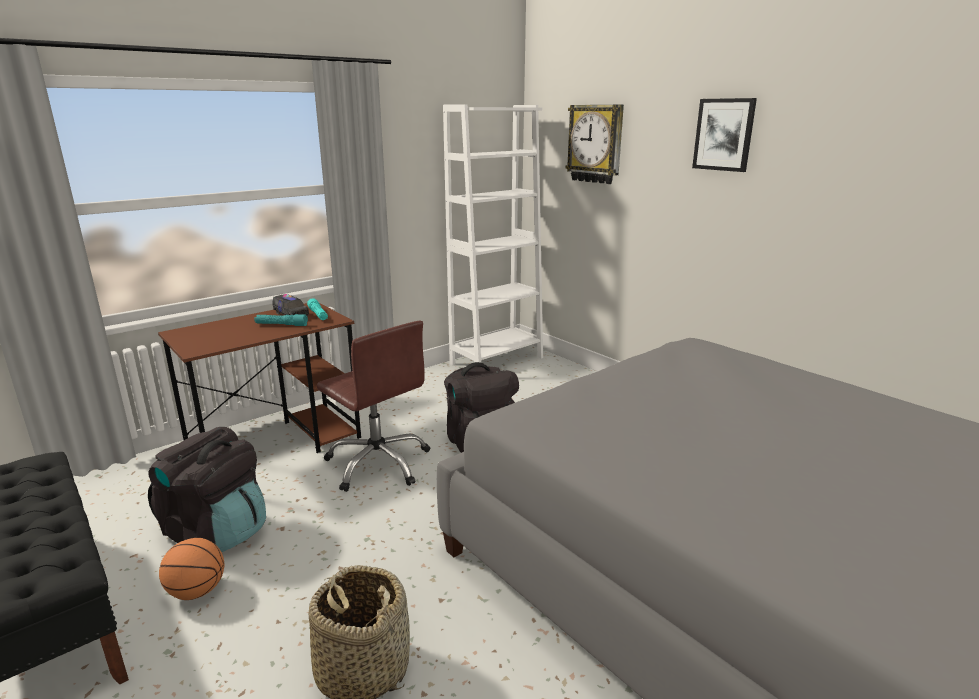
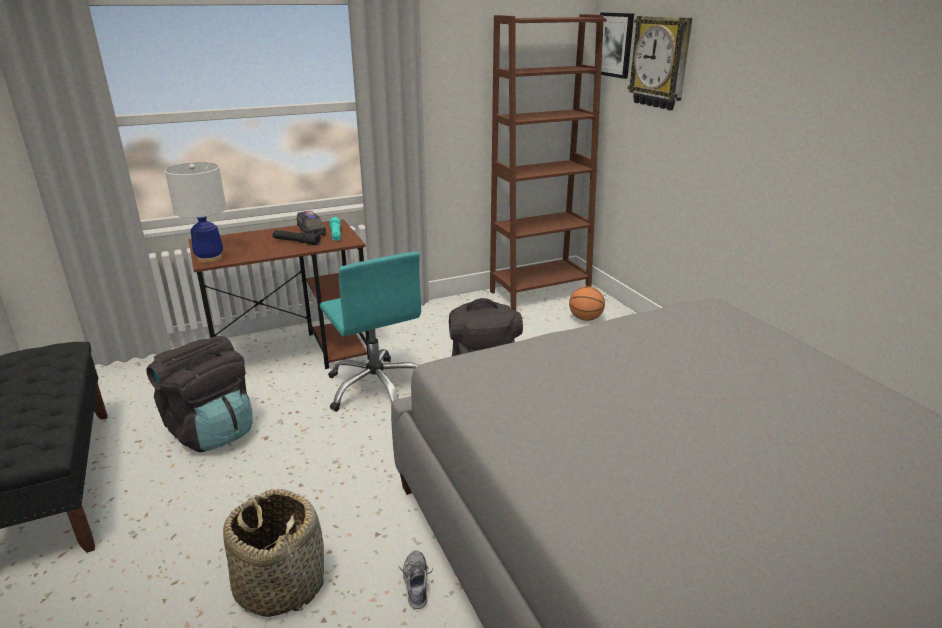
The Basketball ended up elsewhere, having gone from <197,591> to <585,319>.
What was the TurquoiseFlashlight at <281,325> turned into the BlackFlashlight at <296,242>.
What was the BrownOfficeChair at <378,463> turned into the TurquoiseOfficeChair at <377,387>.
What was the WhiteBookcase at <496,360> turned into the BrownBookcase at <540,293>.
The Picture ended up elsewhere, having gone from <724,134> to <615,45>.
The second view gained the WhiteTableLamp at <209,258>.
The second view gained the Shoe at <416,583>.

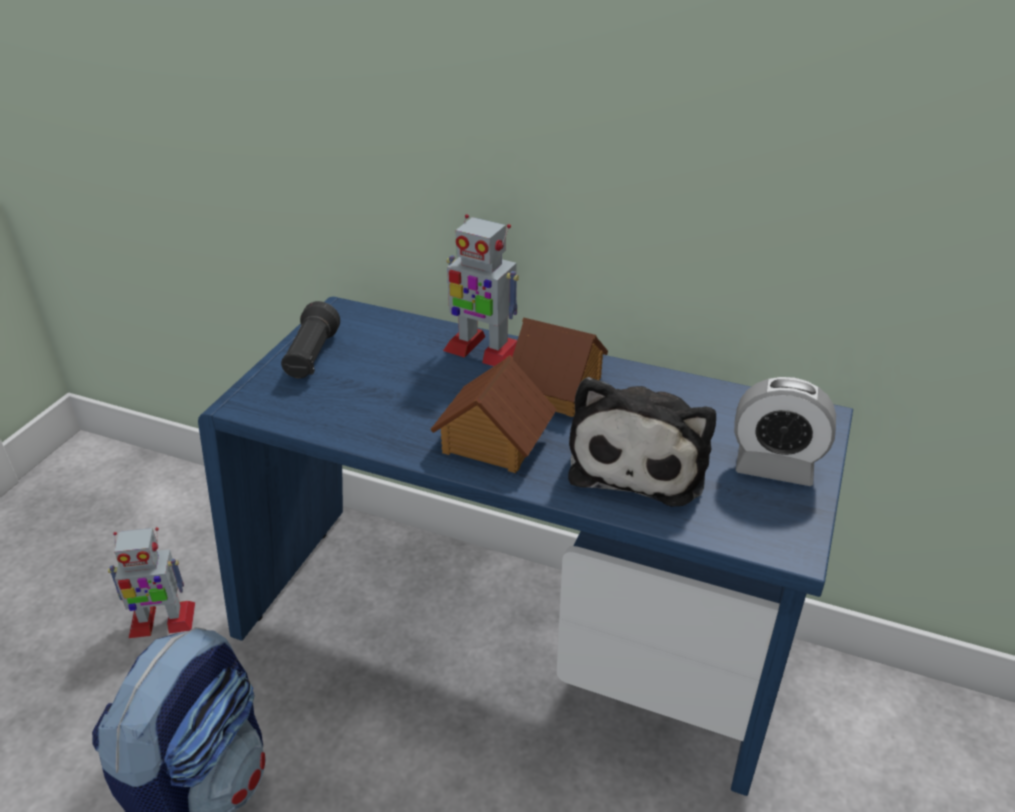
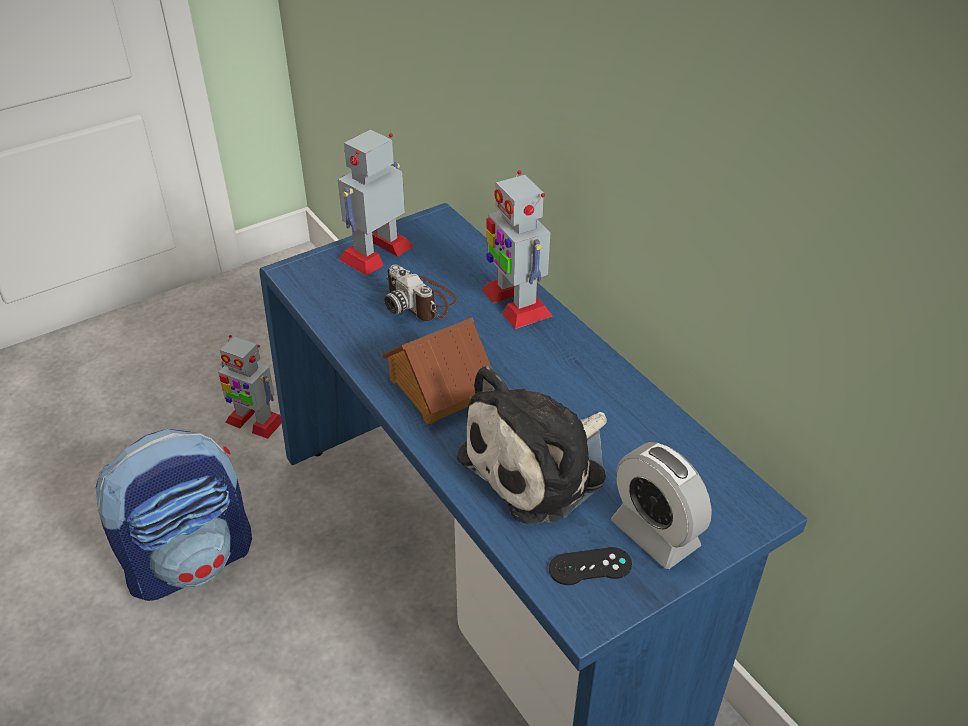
Where the BlackFlashlight stood at <311,357>, the ToyRobot came to stand at <376,252>.
The second view lost the ToyHouse at <557,388>.
The second view gained the PhotoCamera at <421,301>.
The second view gained the BlackGameController at <590,566>.

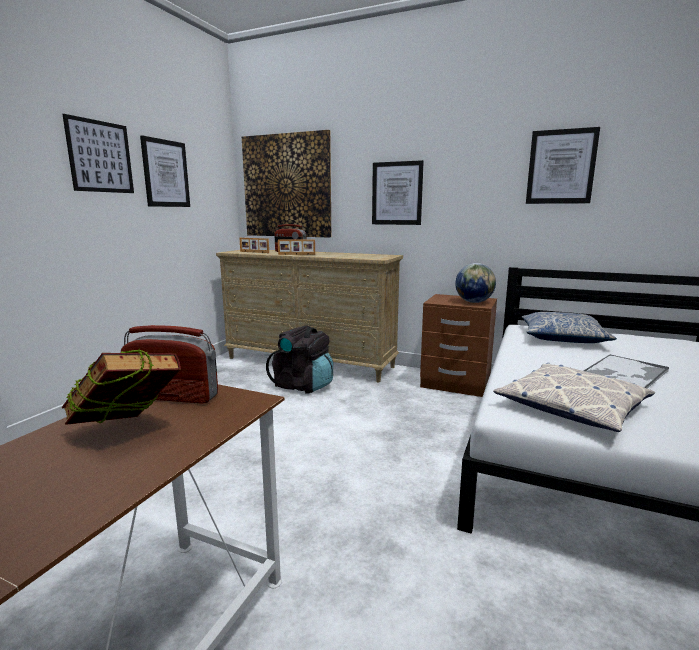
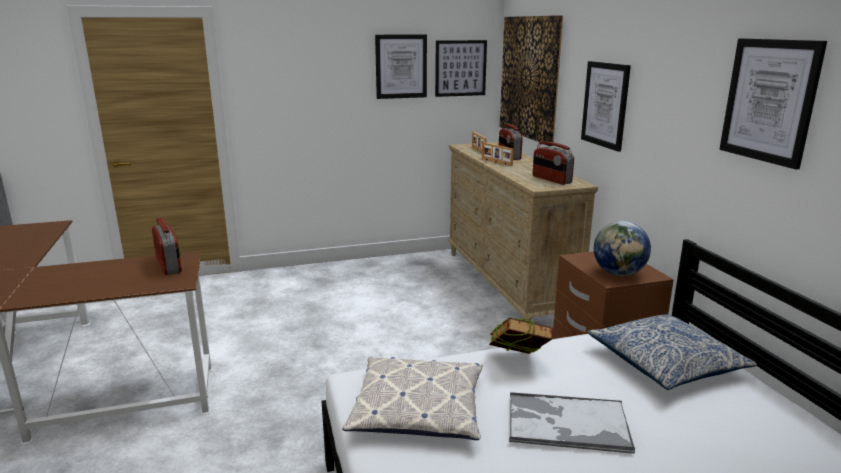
The Picture ended up elsewhere, having gone from <100,157> to <460,68>.
The Book ended up elsewhere, having gone from <128,432> to <518,362>.
The second view lost the BlackBackpack at <303,386>.
The second view gained the Radio at <551,180>.

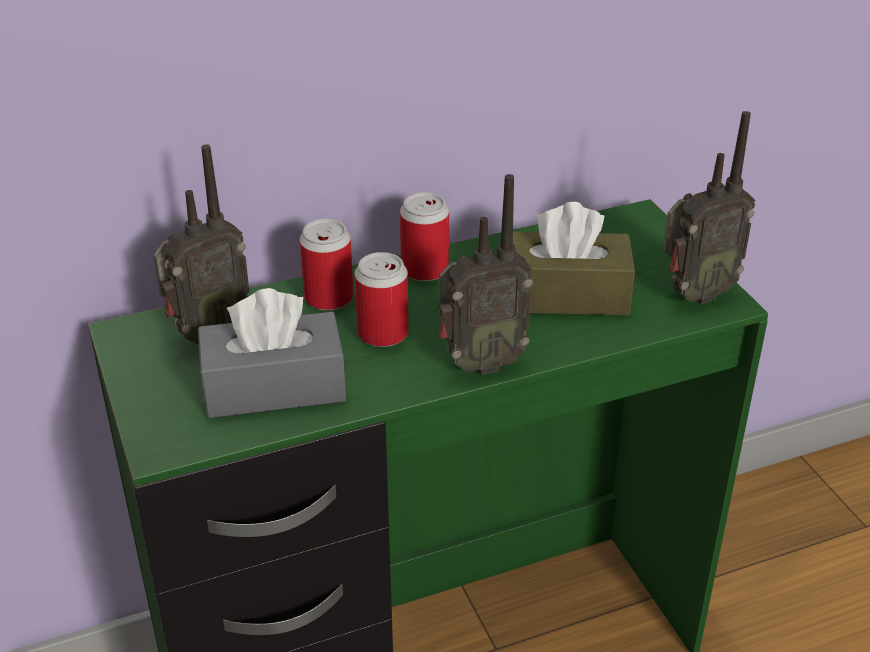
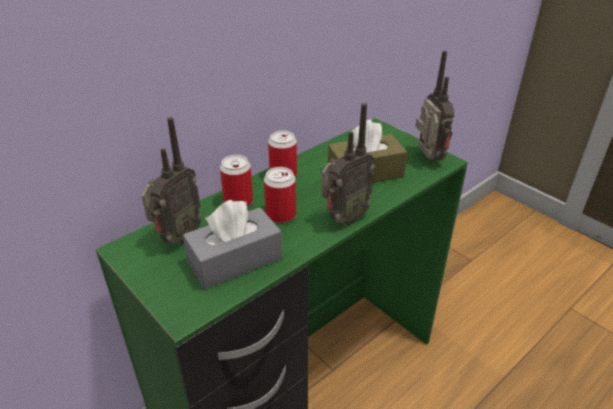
The Radio at <694,294> ended up facing another way, 60 degrees counterclockwise from before.

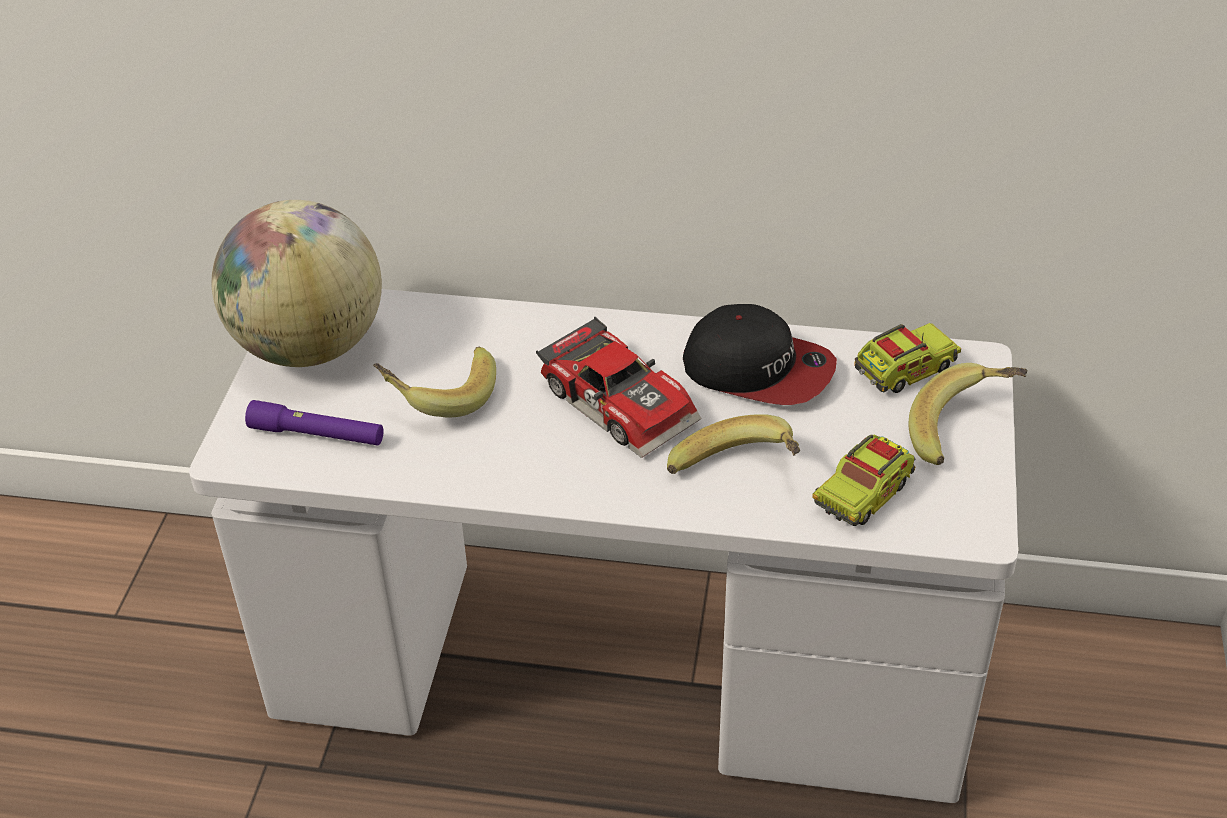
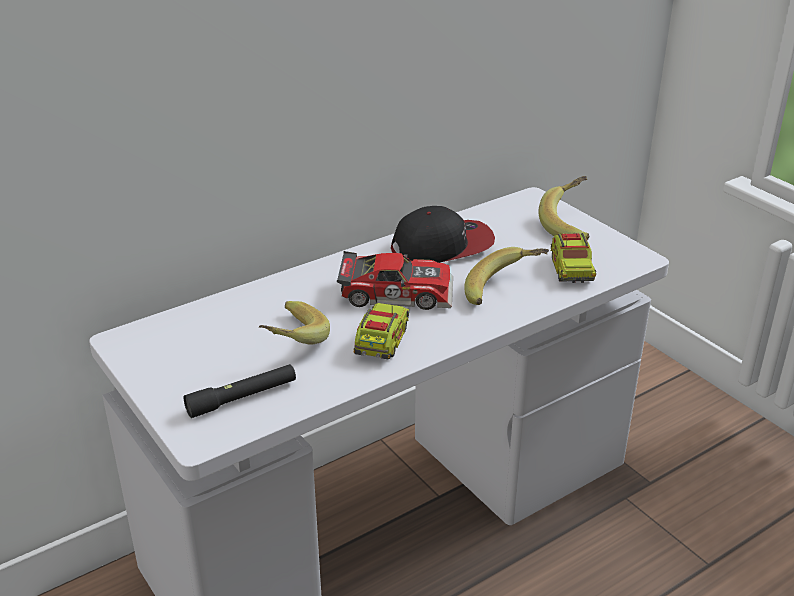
The second view lost the Globe at <309,346>.
What was the PurpleFlashlight at <317,434> turned into the BlackFlashlight at <242,398>.
The ToyTruck ended up elsewhere, having gone from <904,370> to <381,342>.

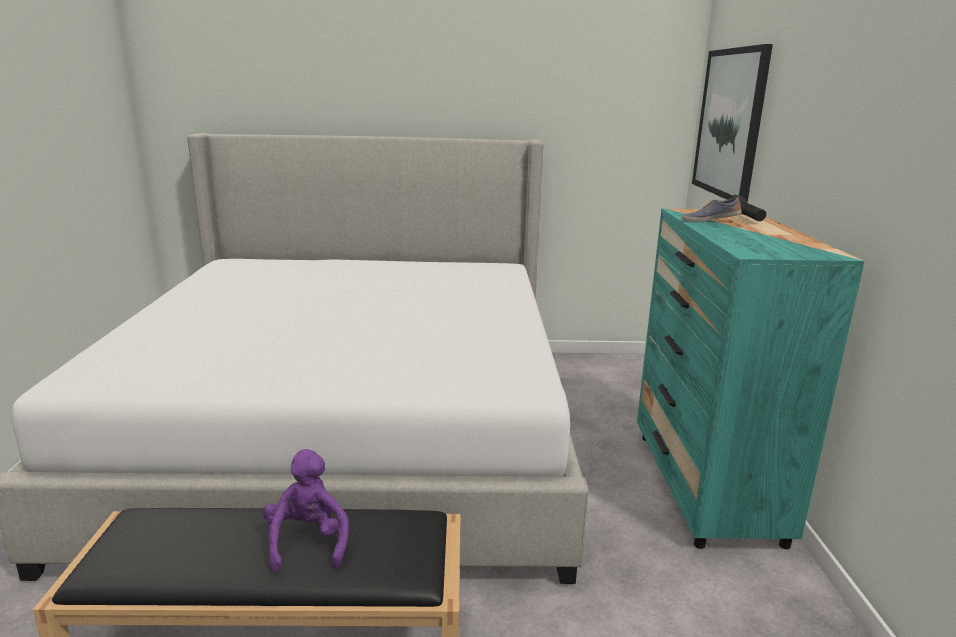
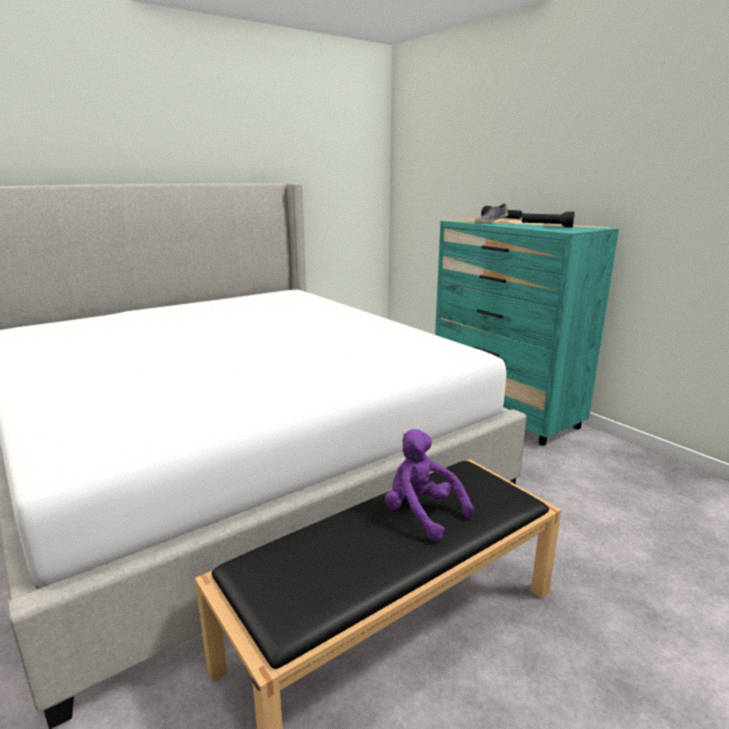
The second view lost the Picture at <730,123>.
The second view gained the BlackFlashlight at <546,226>.

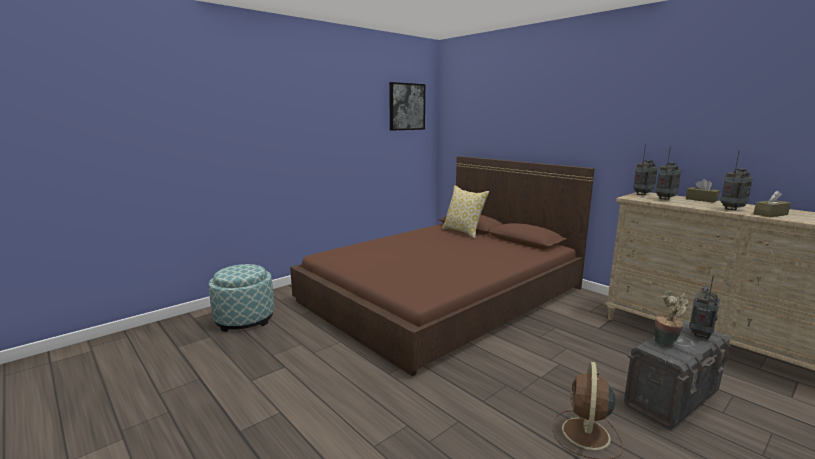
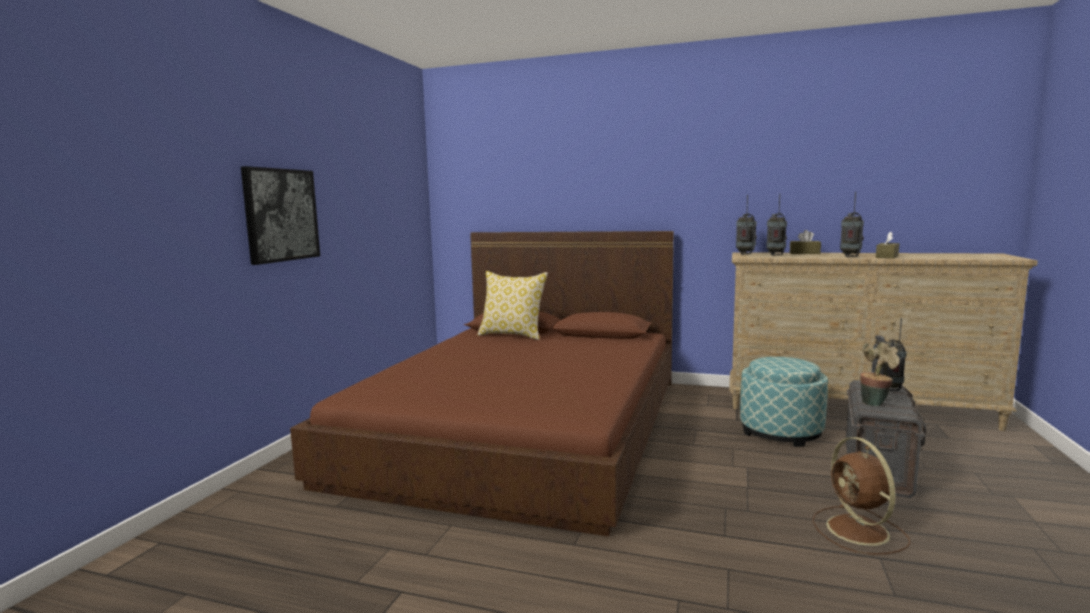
The Ottoman ended up elsewhere, having gone from <245,319> to <781,431>.
The Picture ended up elsewhere, having gone from <406,106> to <281,215>.

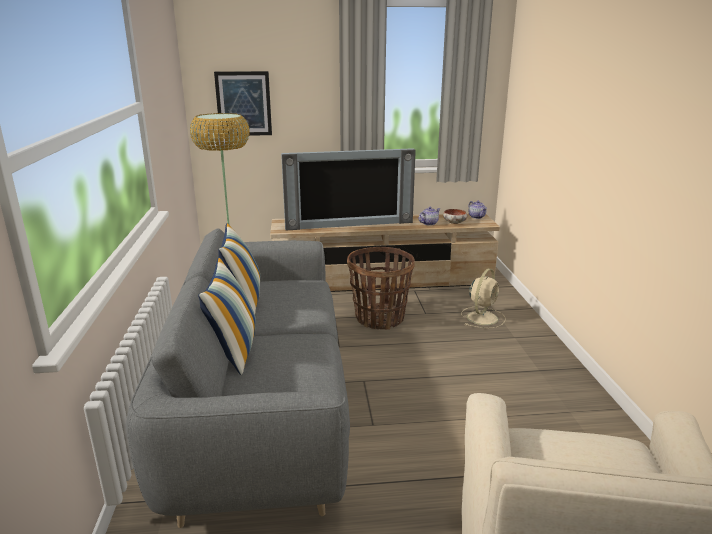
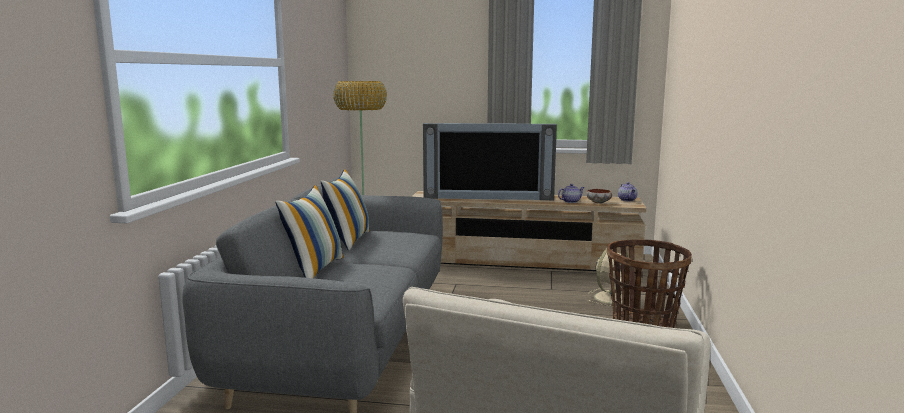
The second view lost the Picture at <243,103>.
The Basket ended up elsewhere, having gone from <380,318> to <643,325>.

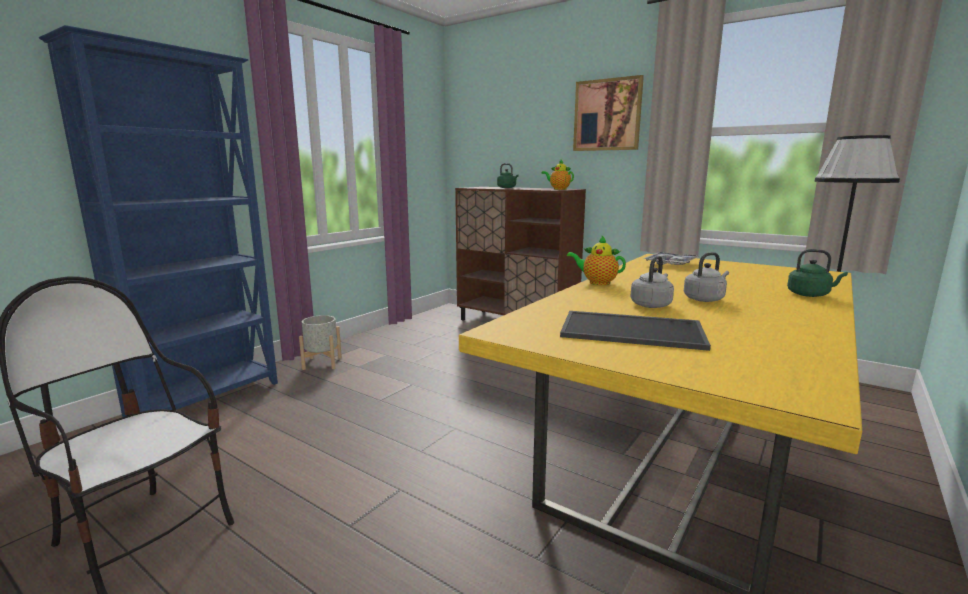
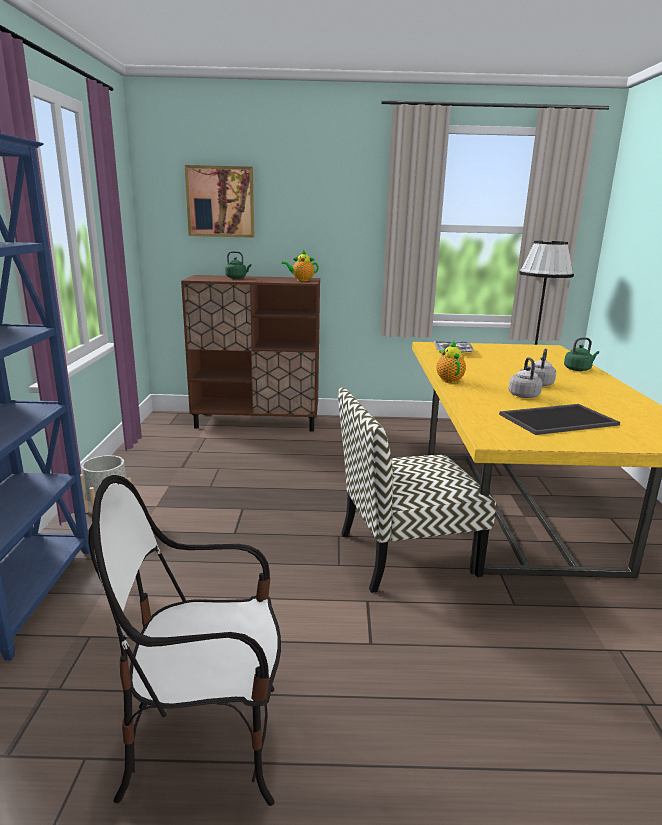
The Teapot at <597,282> ended up facing another way, 90 degrees clockwise from before.
The Picture ended up elsewhere, having gone from <607,115> to <220,202>.
The second view gained the Chair at <405,554>.

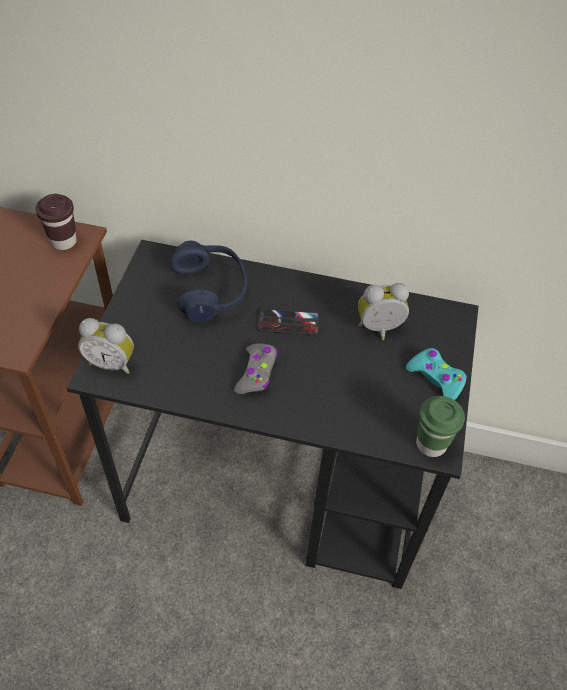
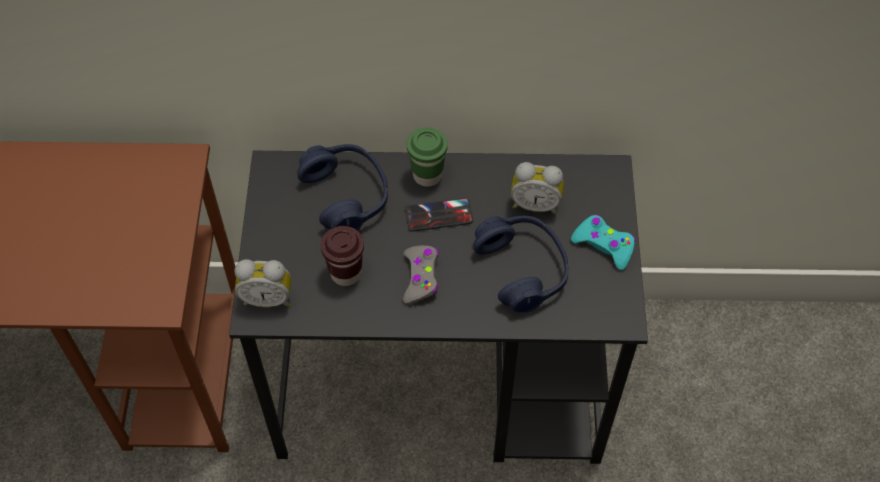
The BrownCup ended up elsewhere, having gone from <63,241> to <346,273>.
The AlarmClock at <379,330> ended up facing another way, 150 degrees counterclockwise from before.
The GreenCup ended up elsewhere, having gone from <431,444> to <427,175>.
The second view gained the BlueHeadphones at <522,269>.

